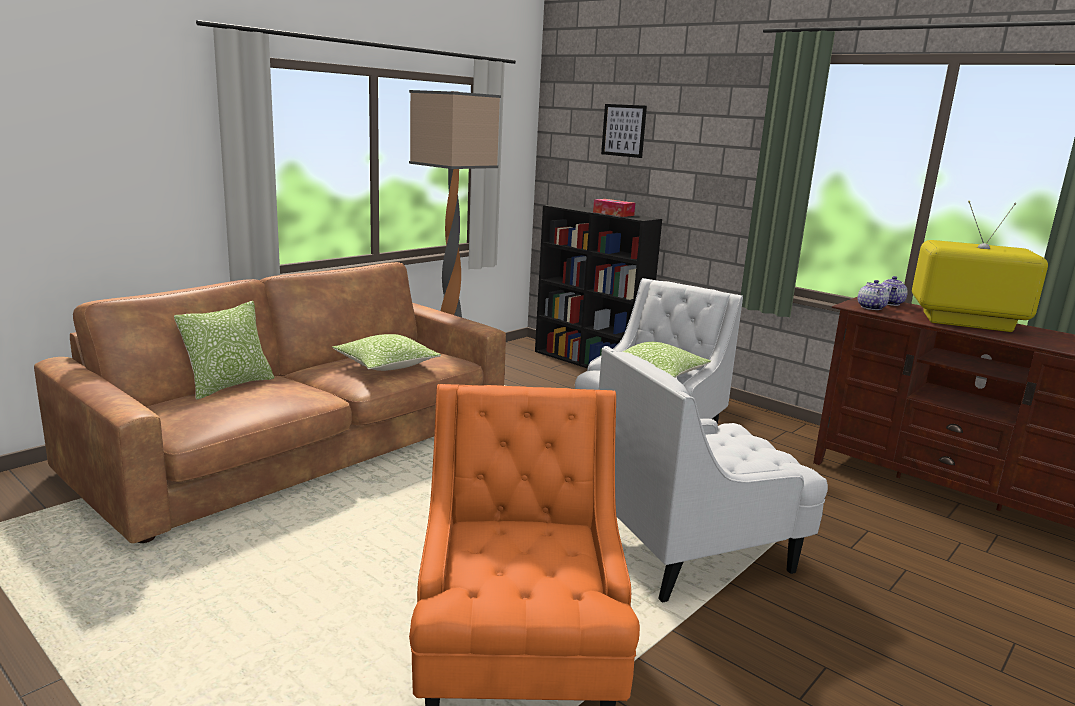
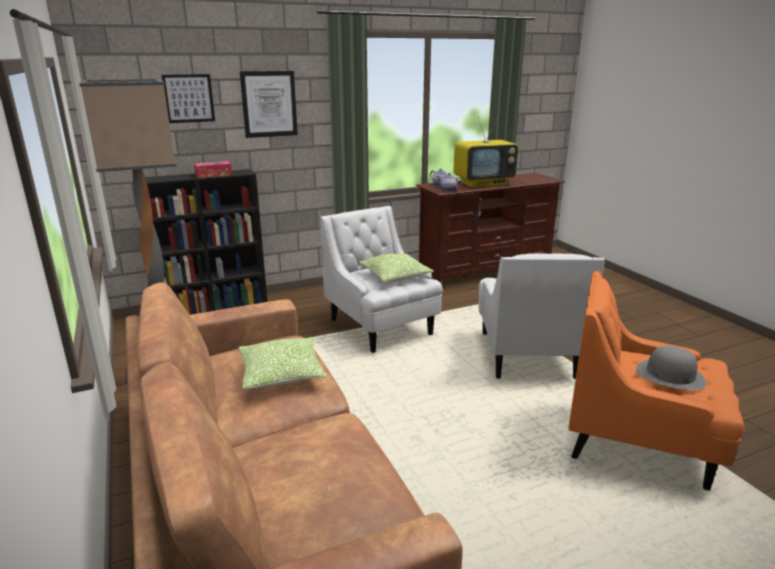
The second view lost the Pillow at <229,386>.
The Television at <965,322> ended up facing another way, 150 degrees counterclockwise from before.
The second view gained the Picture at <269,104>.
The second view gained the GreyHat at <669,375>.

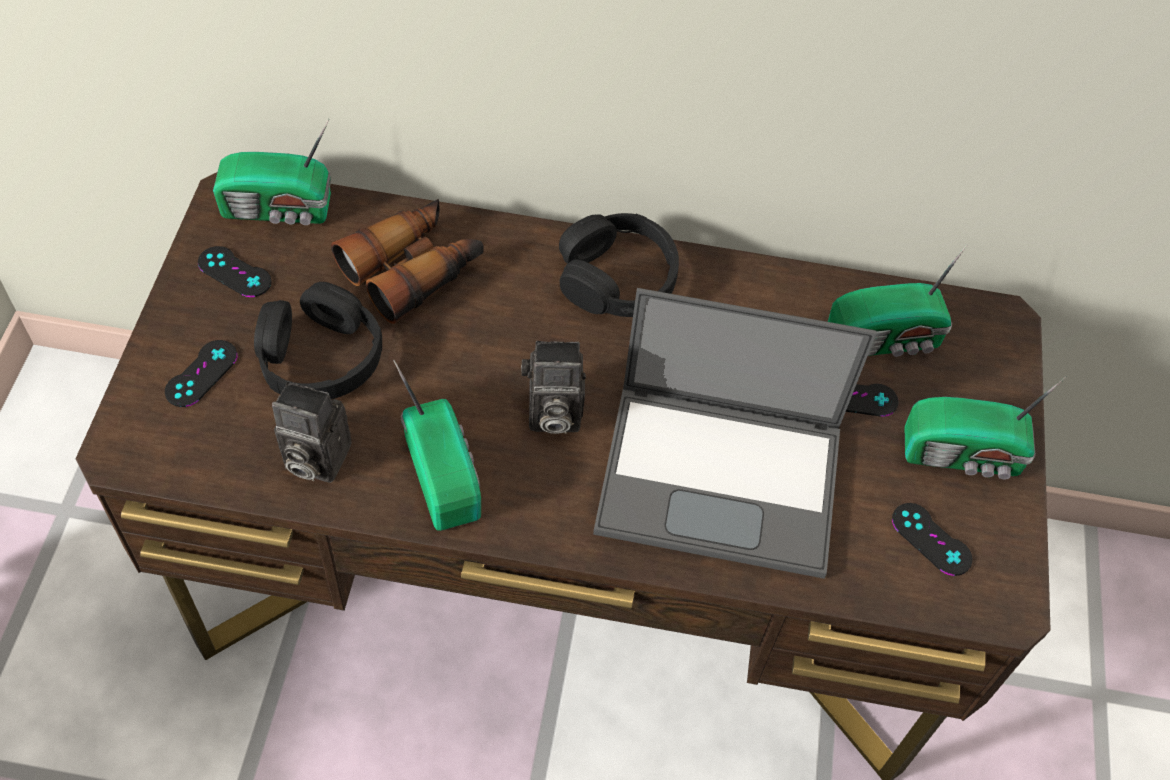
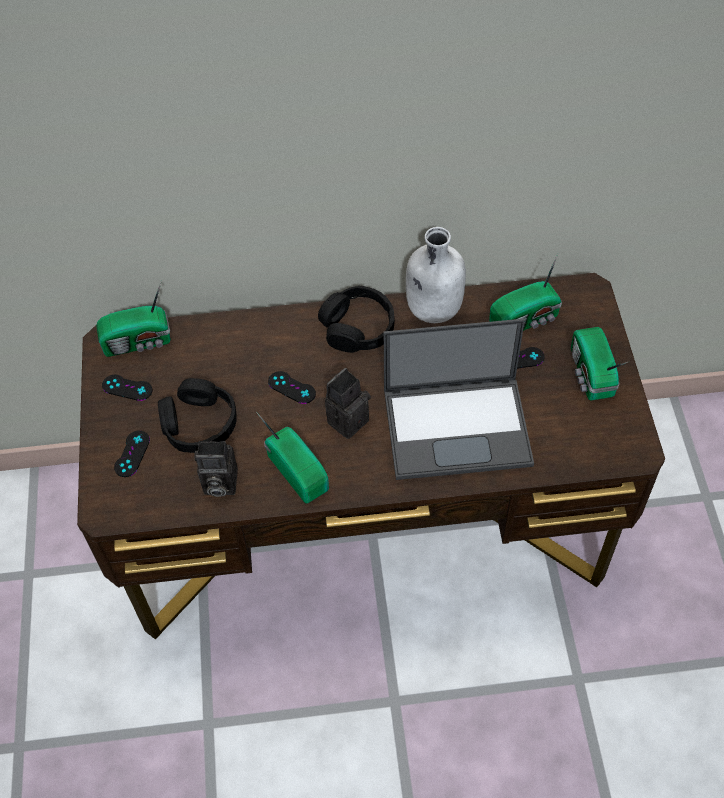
The second view lost the Binoculars at <414,269>.
The PhotoCamera at <551,414> ended up facing another way, 150 degrees clockwise from before.
The BlackGameController ended up elsewhere, having gone from <931,539> to <292,387>.
The Radio at <964,455> ended up facing another way, 90 degrees clockwise from before.
The second view gained the WhiteBottle at <432,310>.

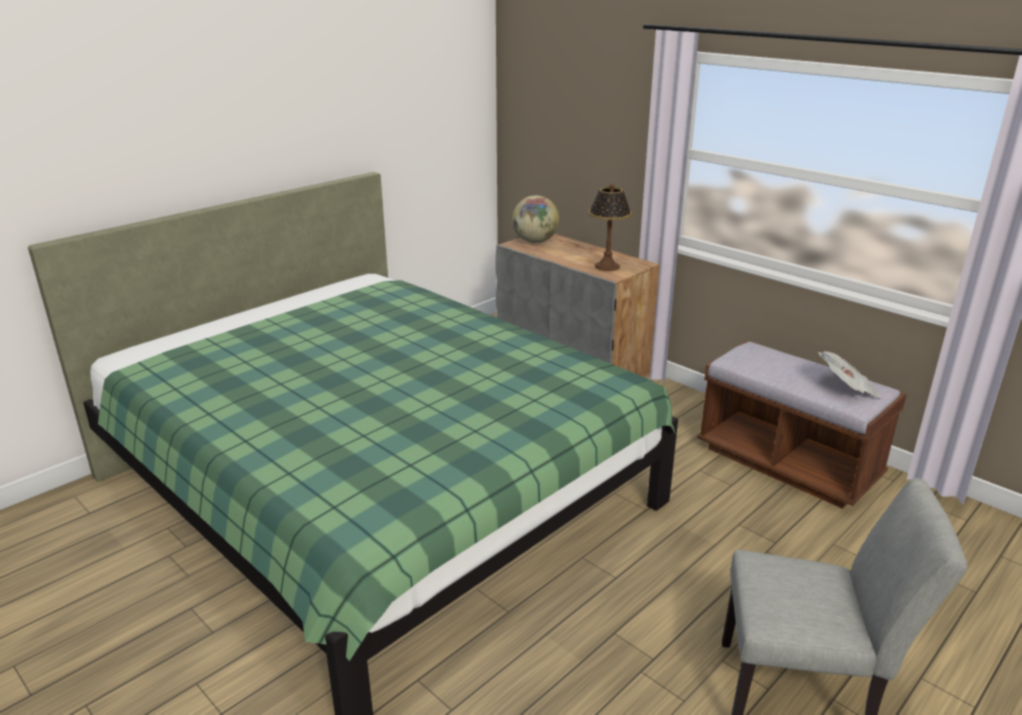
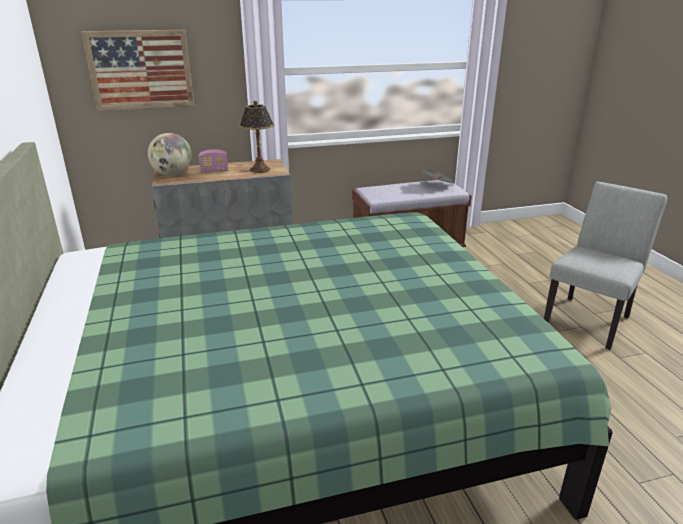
The second view gained the Picture at <141,70>.
The second view gained the Radio at <214,170>.

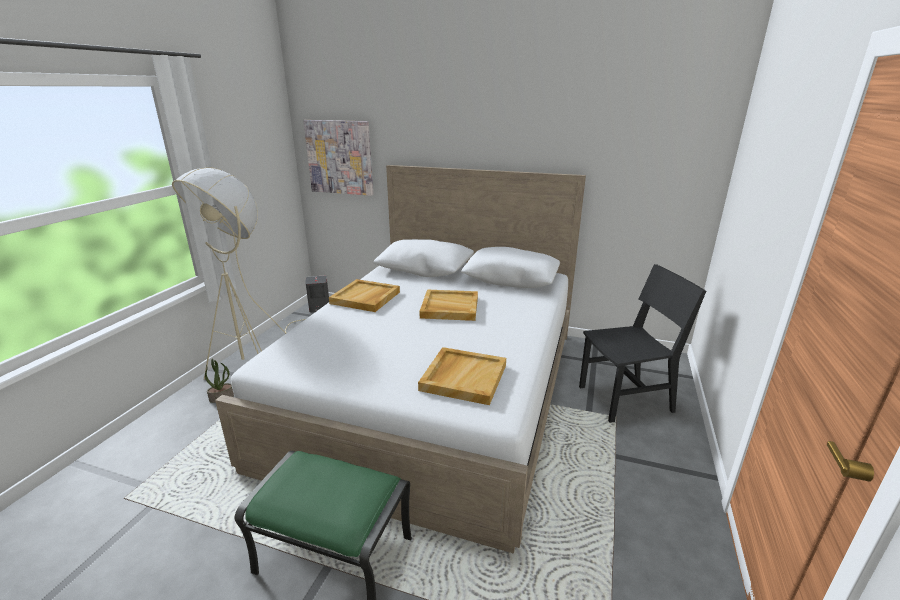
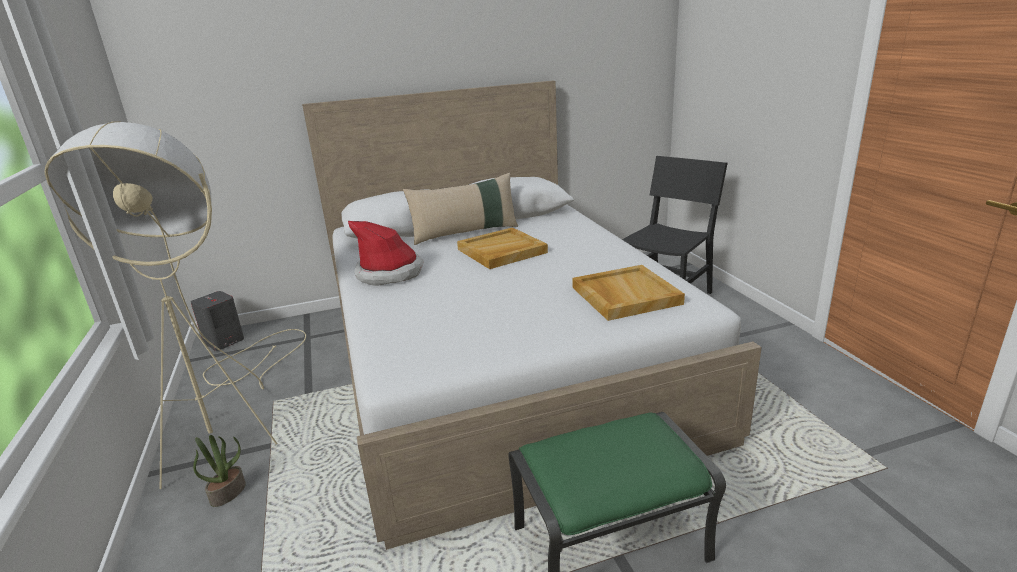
The second view lost the Picture at <340,157>.
Where the BeigeTray stood at <365,298>, the Hat came to stand at <390,273>.
The second view gained the BeigePillow at <465,233>.

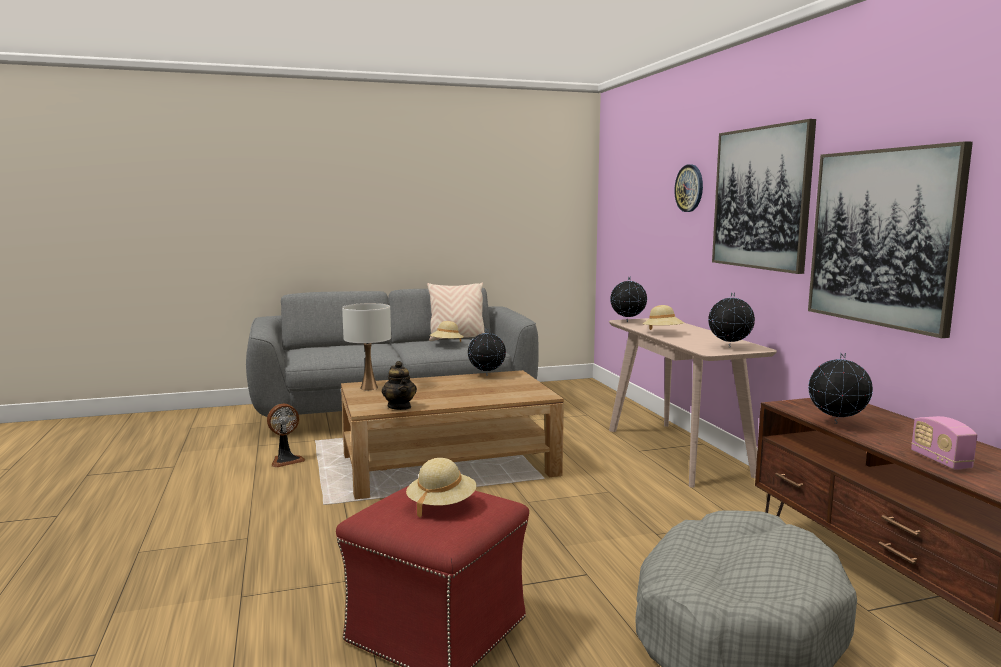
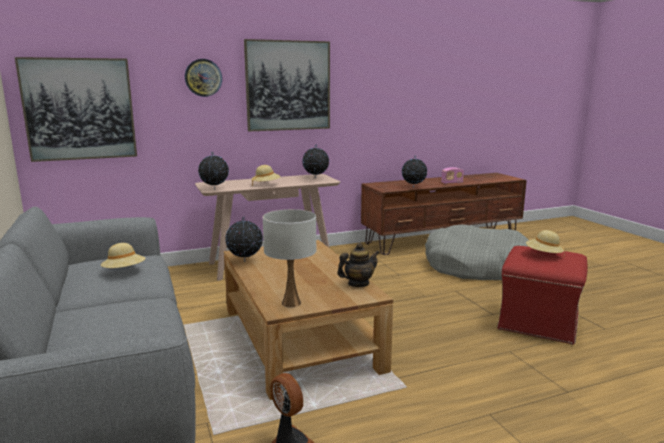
The second view lost the BeigePillow at <457,338>.
The Picture ended up elsewhere, having gone from <882,237> to <79,109>.

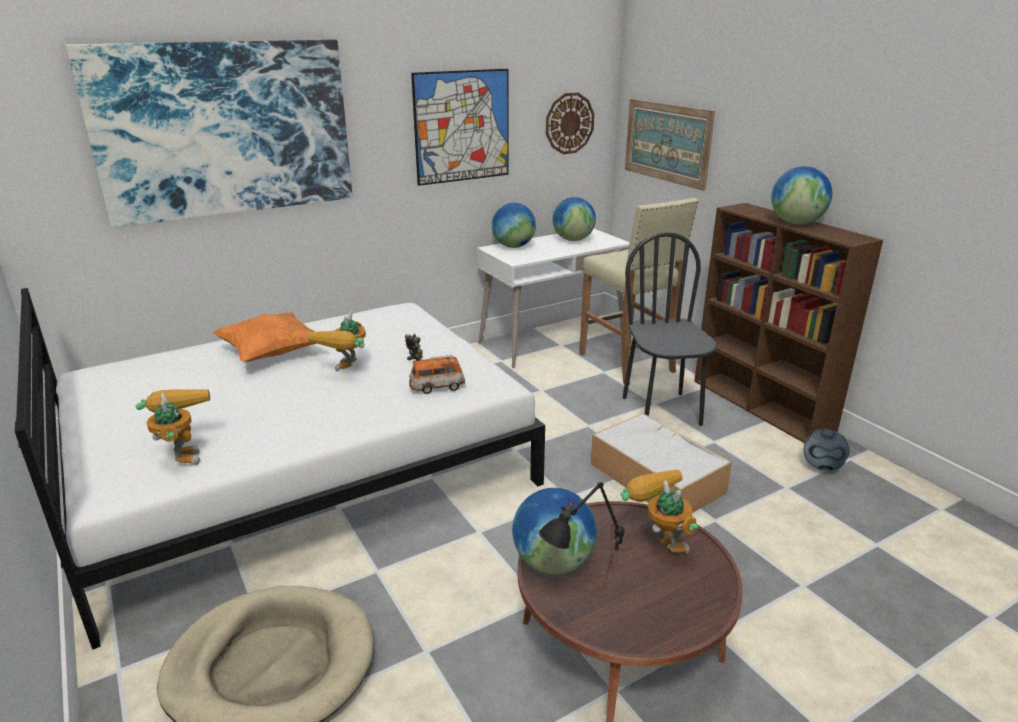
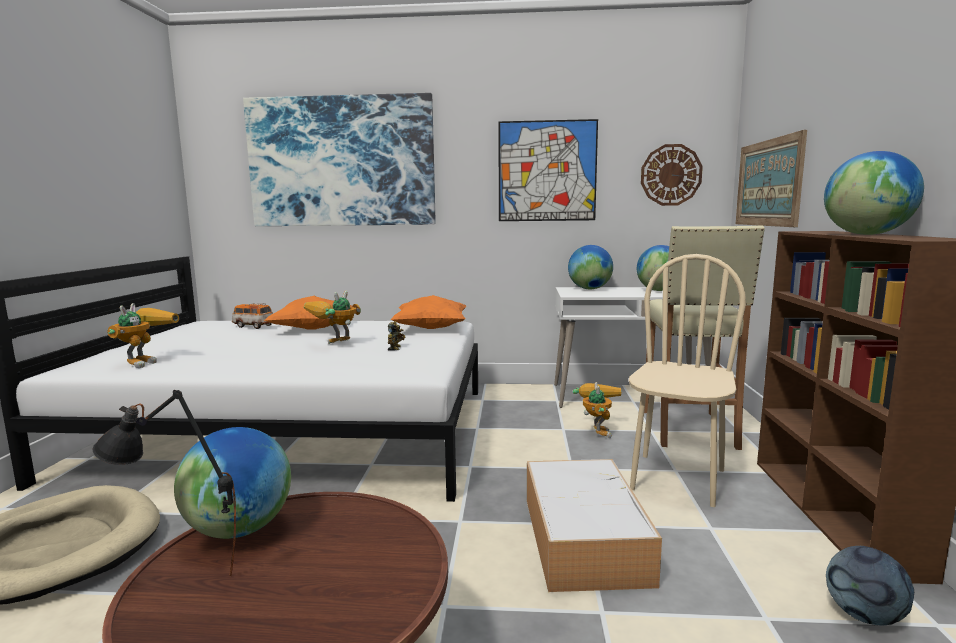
The ToyCar ended up elsewhere, having gone from <437,387> to <253,326>.
The ToyRobot ended up elsewhere, having gone from <657,542> to <596,431>.
What was the BlackChair at <662,411> turned into the BeigeChair at <677,479>.
The second view gained the OrangePillow at <431,329>.

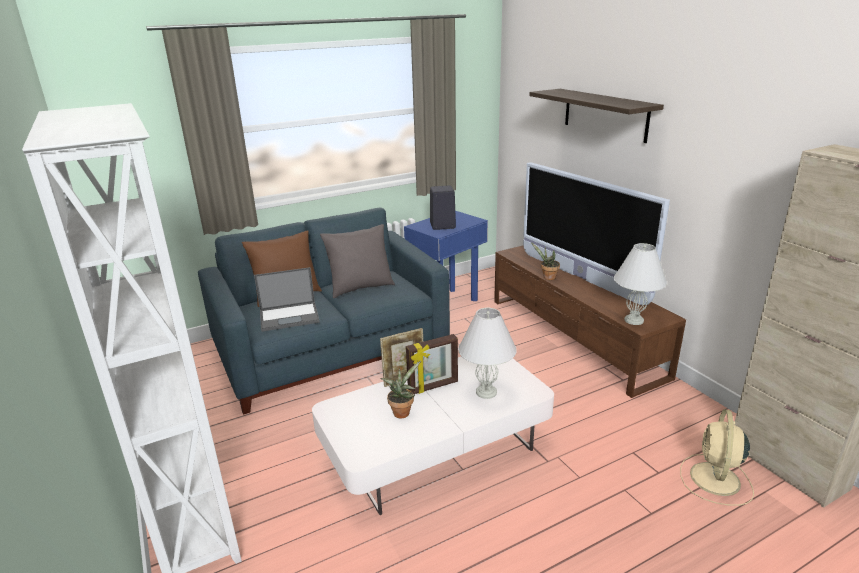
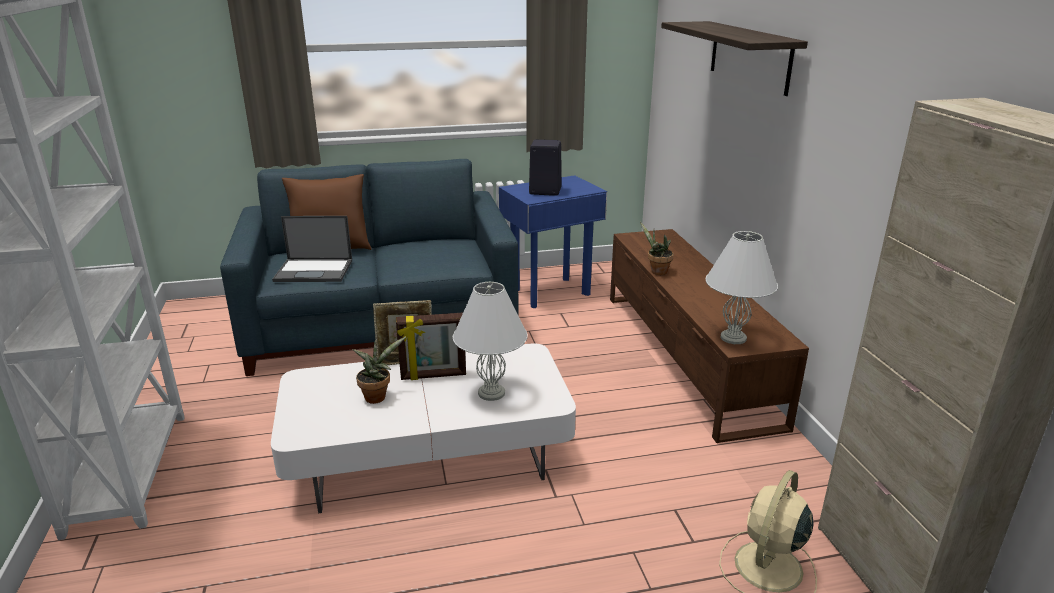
The second view lost the GreyPillow at <360,288>.
The second view lost the Television at <581,277>.

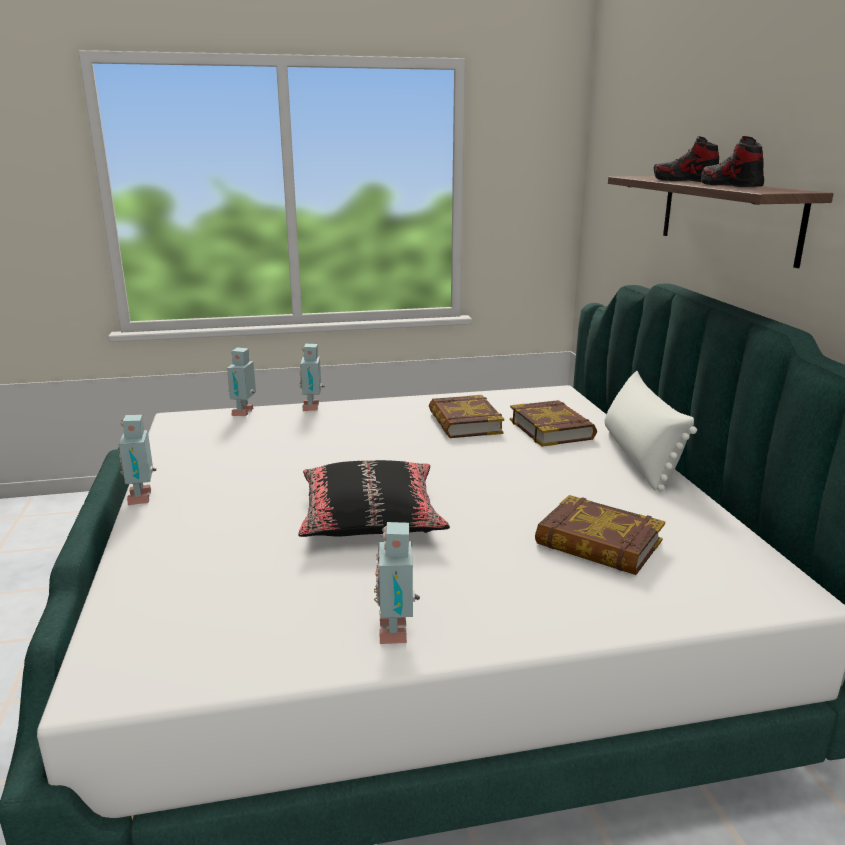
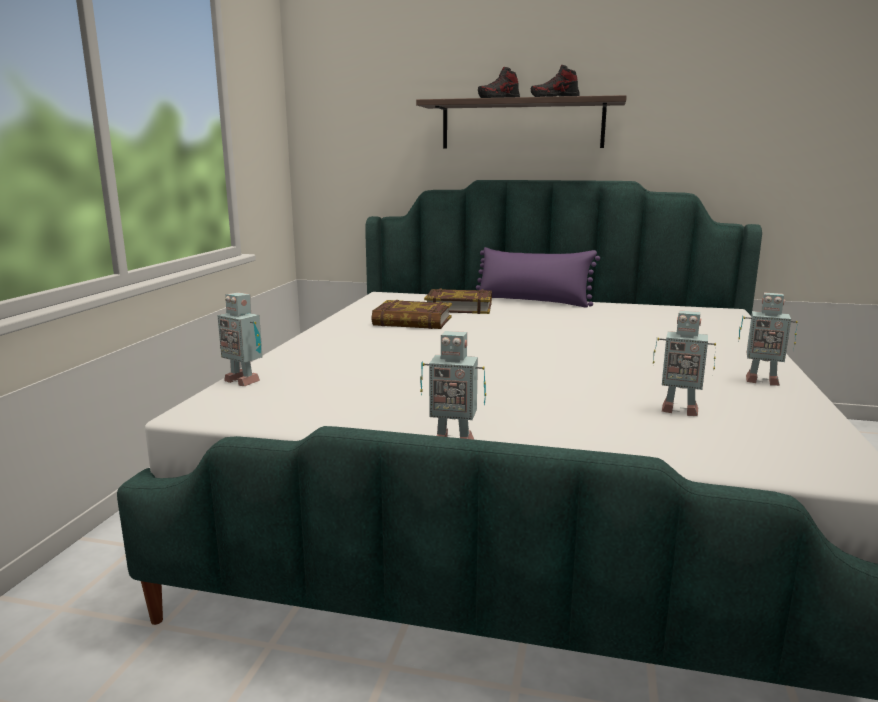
The second view lost the BlackPillow at <371,517>.
The ToyRobot ended up elsewhere, having gone from <313,407> to <678,409>.
The second view lost the Book at <598,543>.
What was the WhitePillow at <639,457> turned into the PurplePillow at <532,301>.

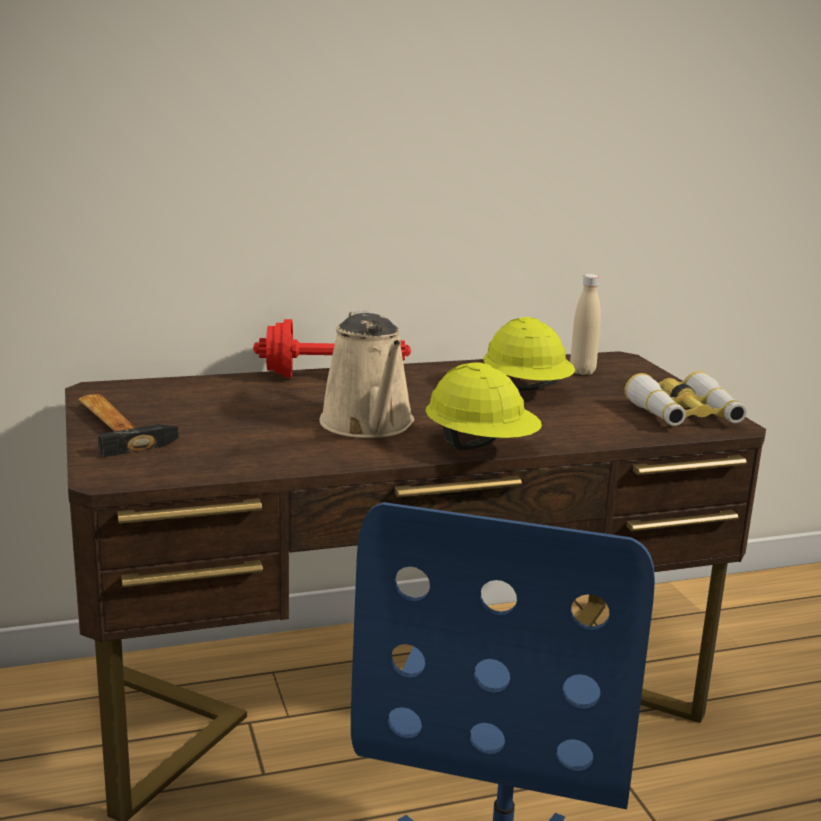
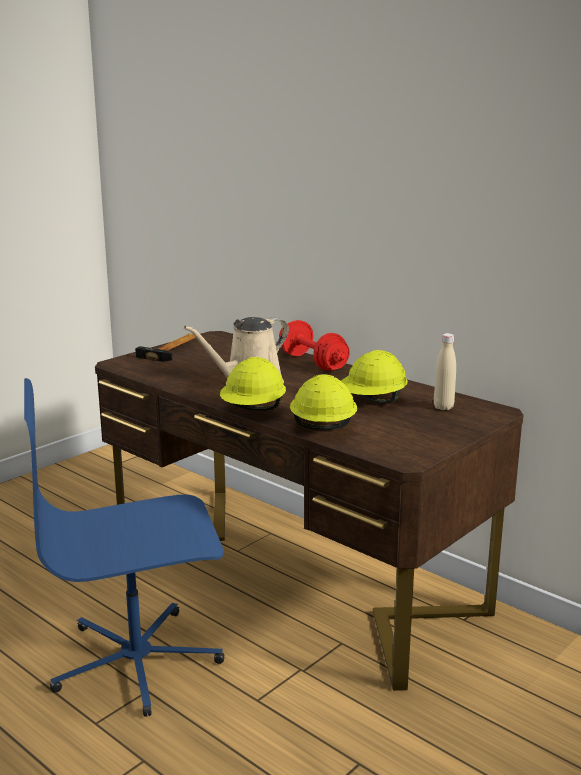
The second view lost the Binoculars at <684,415>.
The second view gained the YellowHardHat at <322,427>.

